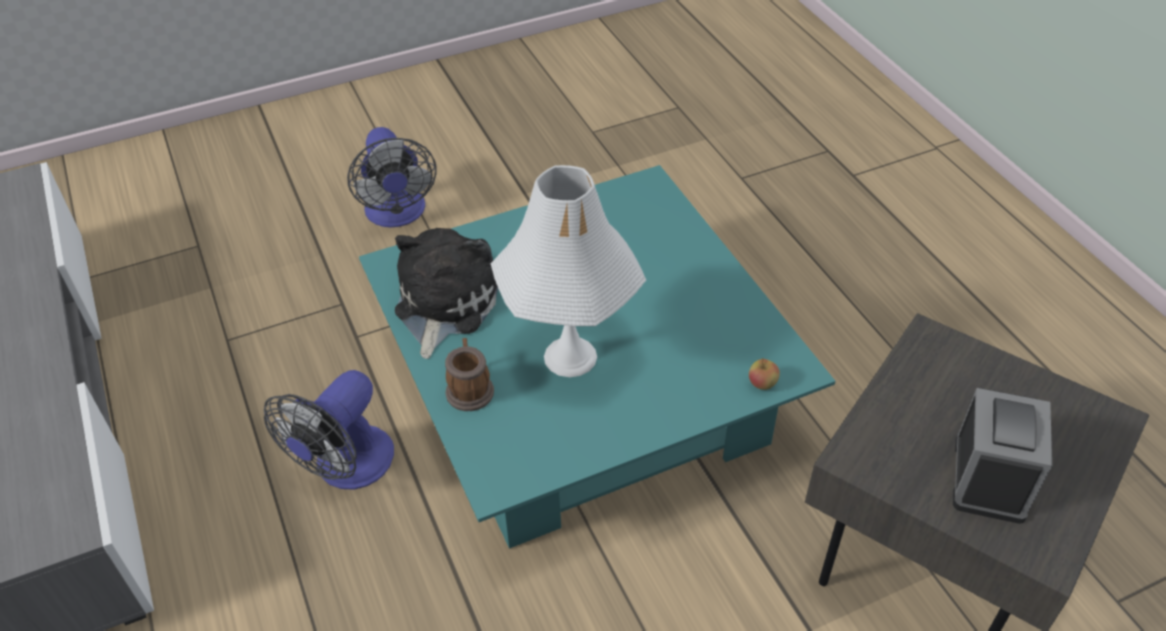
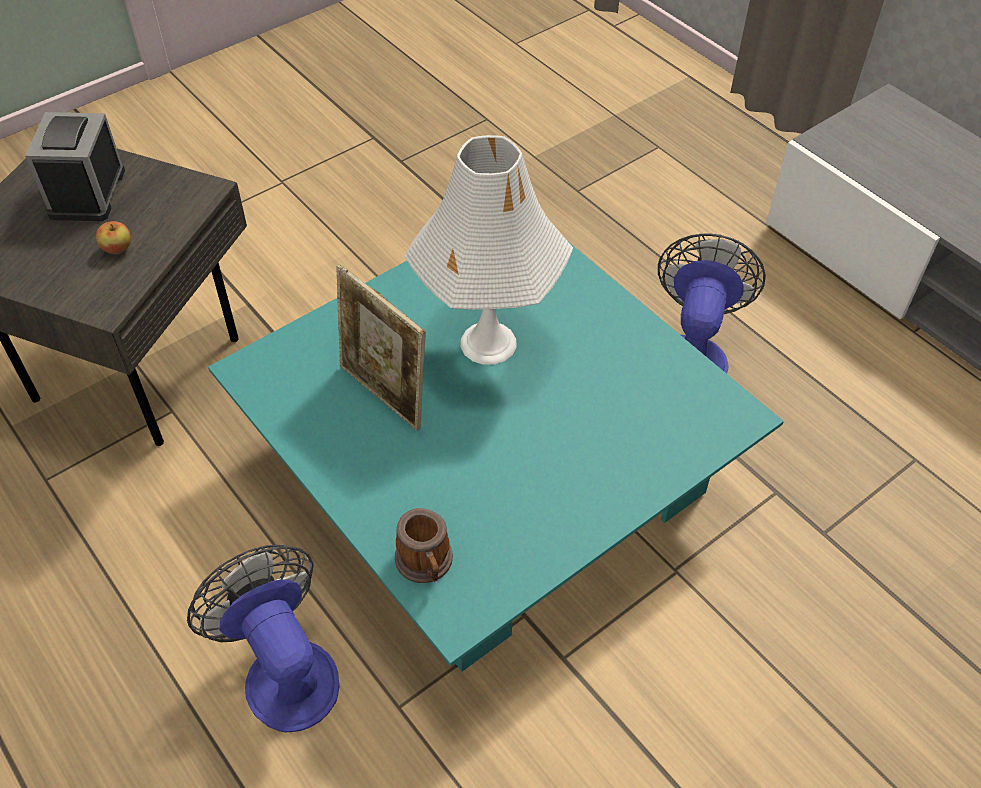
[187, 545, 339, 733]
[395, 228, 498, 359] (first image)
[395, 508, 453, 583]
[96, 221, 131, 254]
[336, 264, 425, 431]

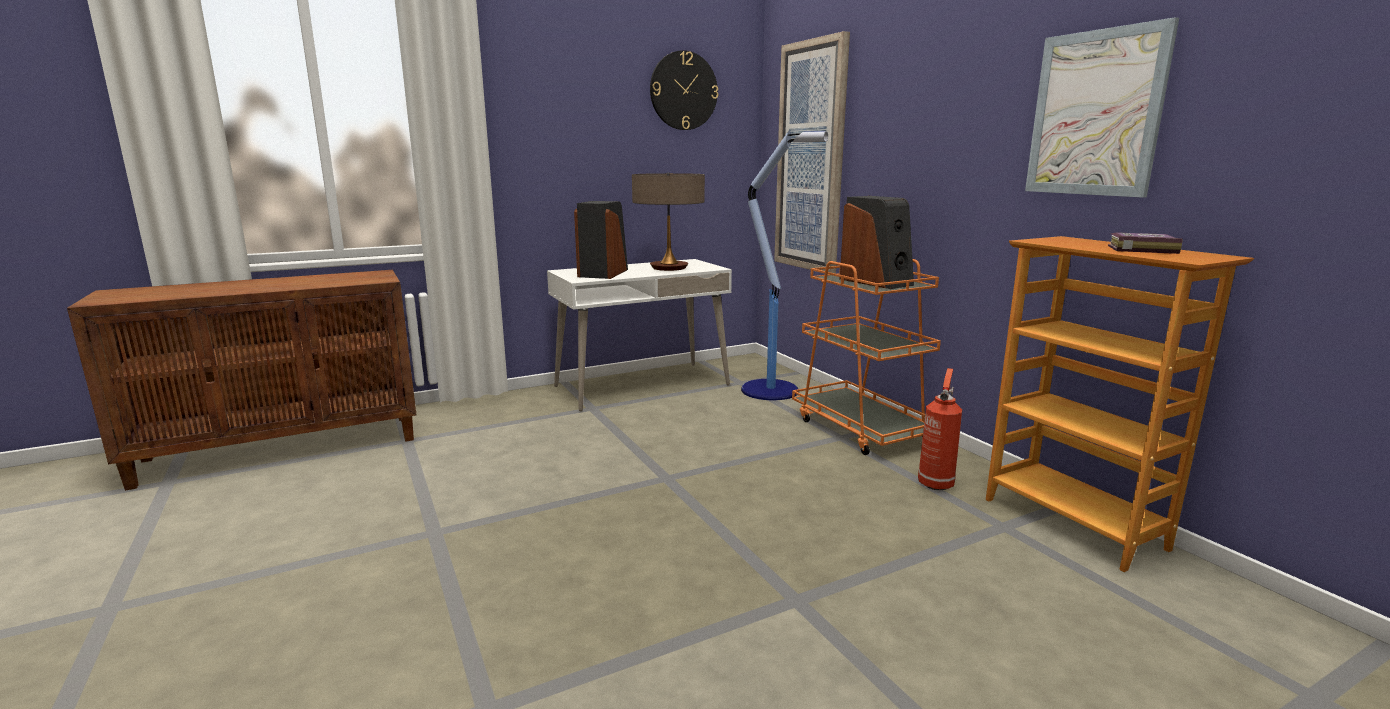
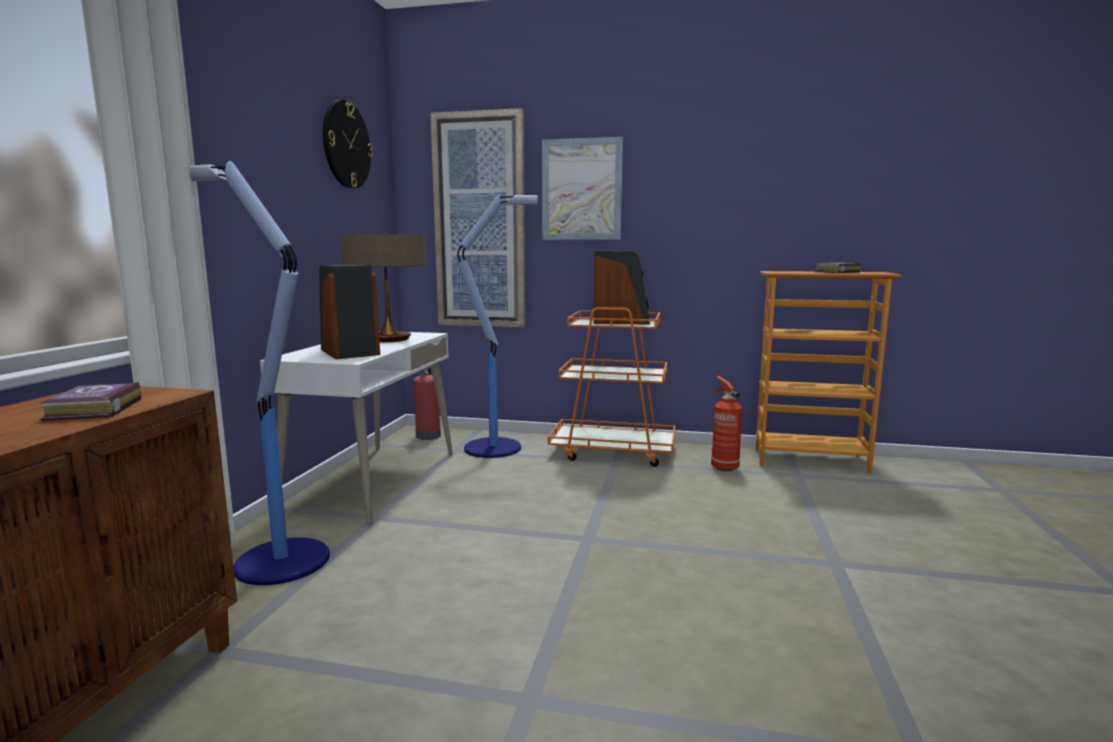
[542, 137, 623, 240]
[190, 161, 330, 585]
[414, 367, 441, 440]
[39, 382, 141, 421]

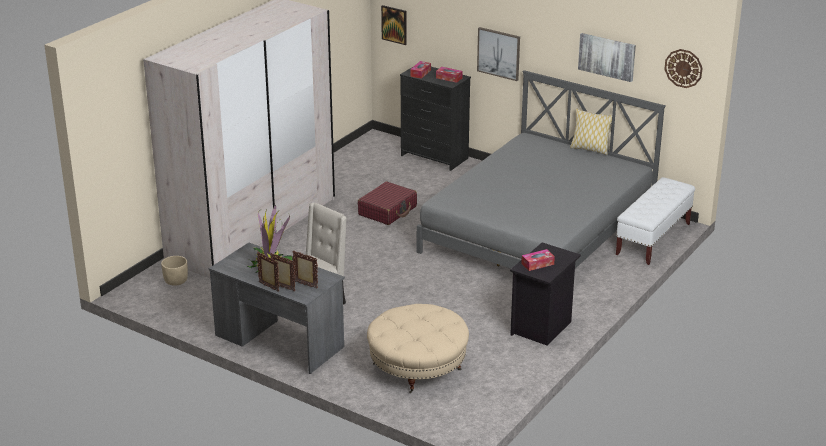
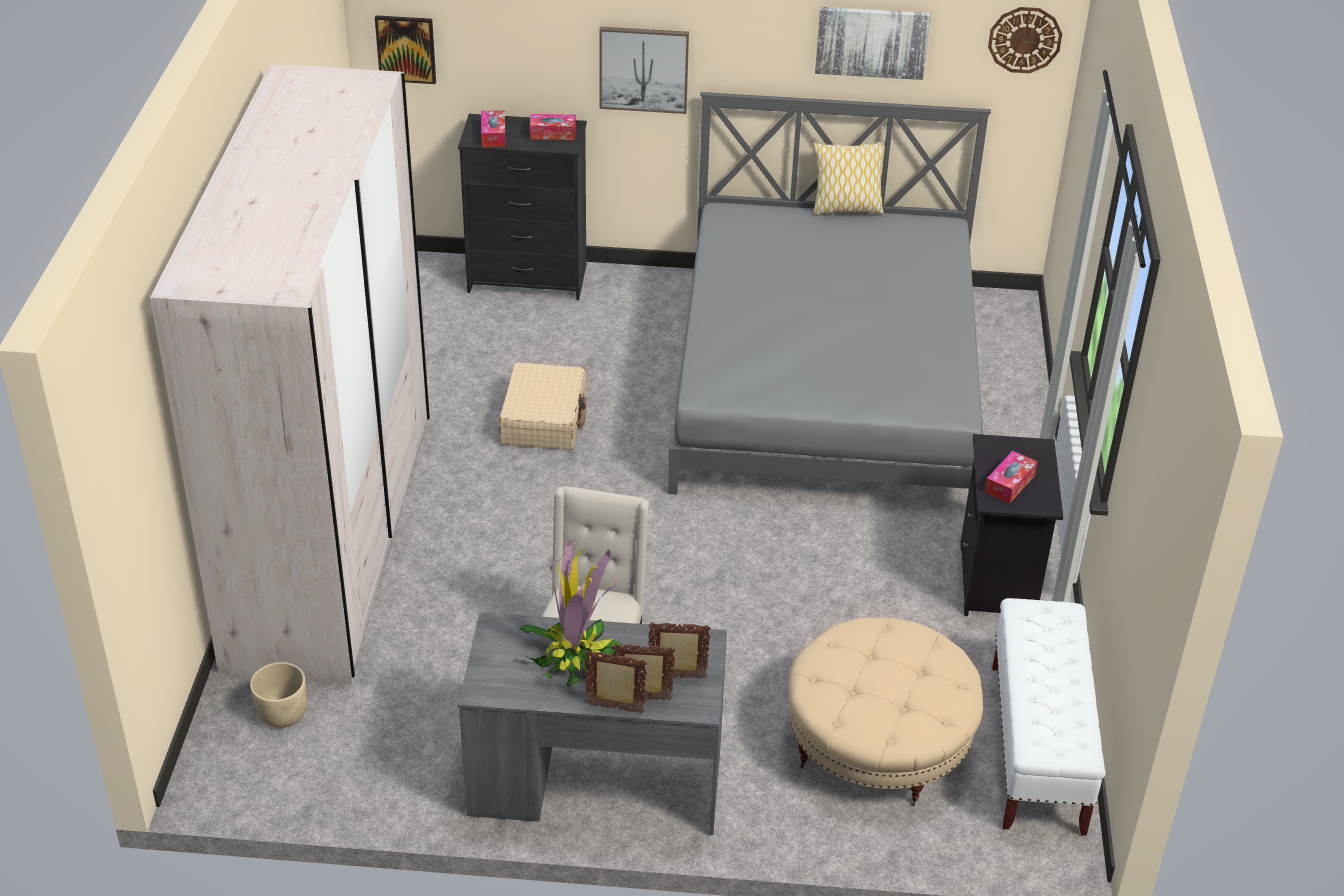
[992, 598, 1106, 836]
[499, 362, 587, 450]

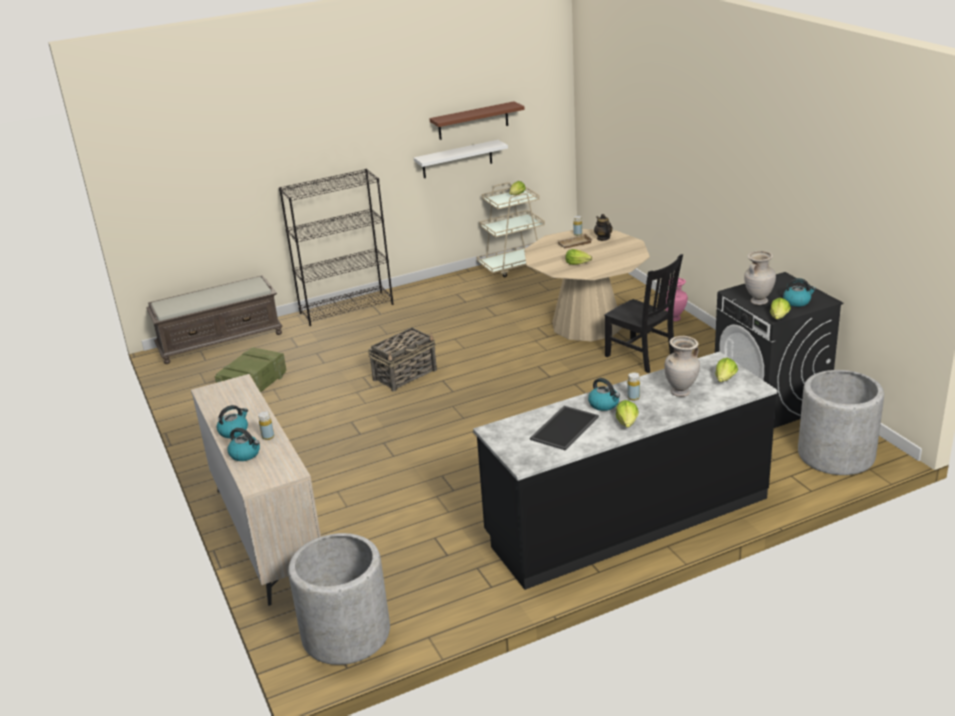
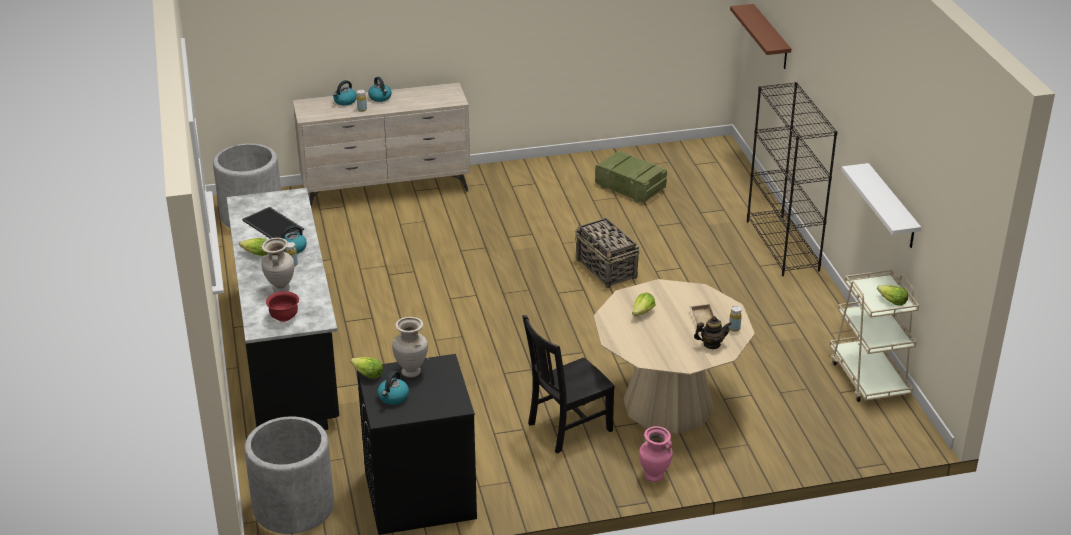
[730, 4, 791, 69]
[146, 275, 283, 364] (first image)
[266, 291, 299, 322]

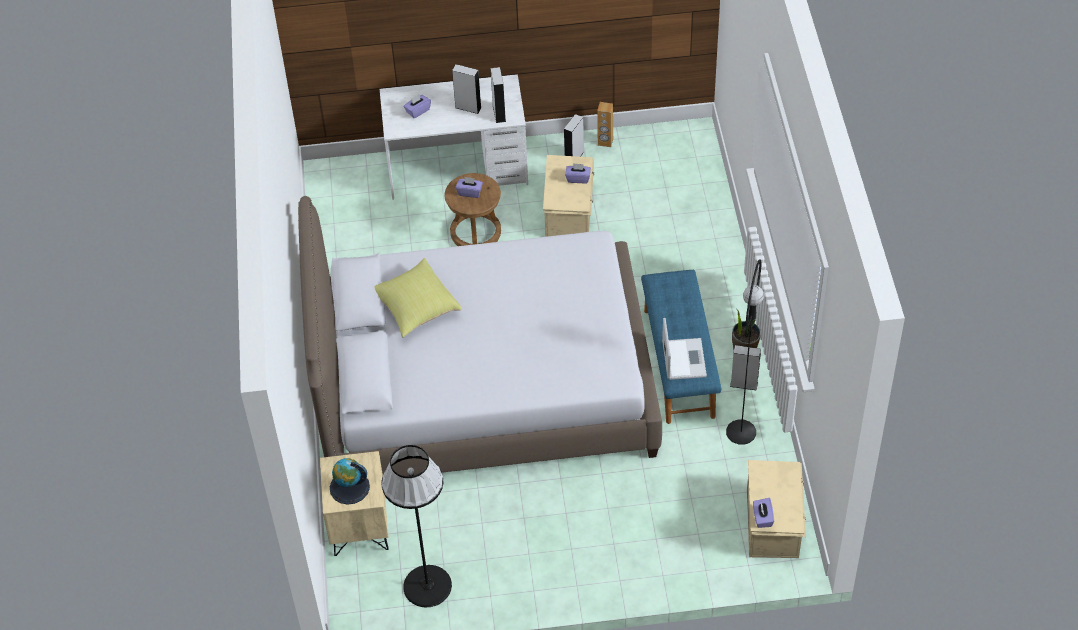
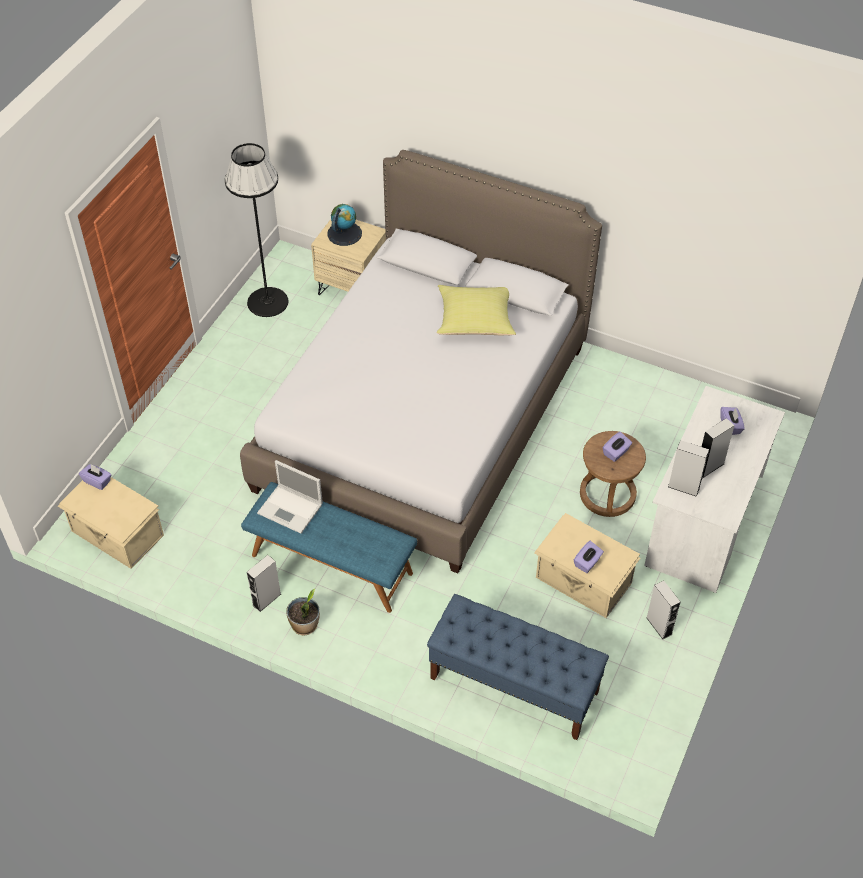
[597, 102, 613, 147] (first image)
[726, 259, 764, 445] (first image)
[427, 594, 609, 740]

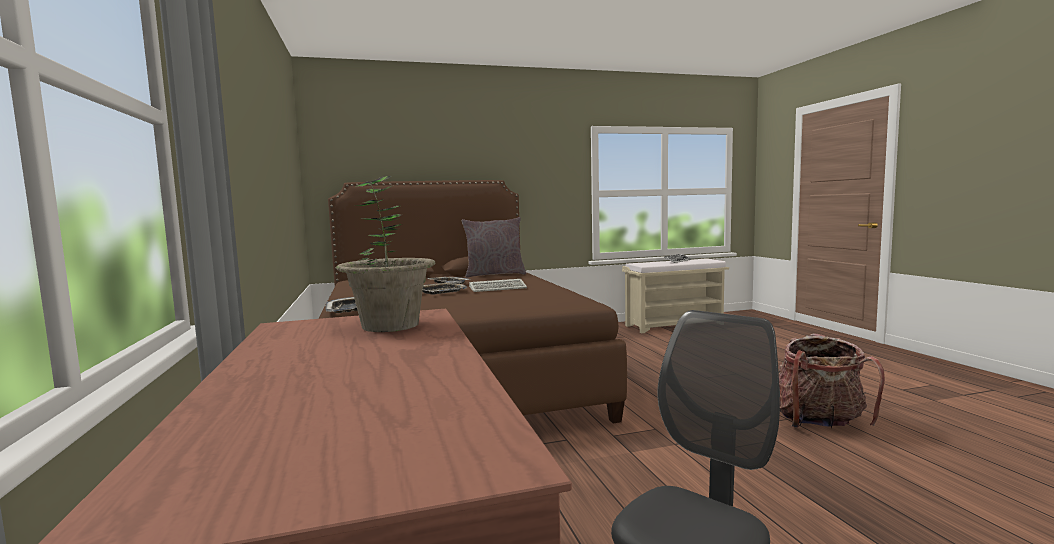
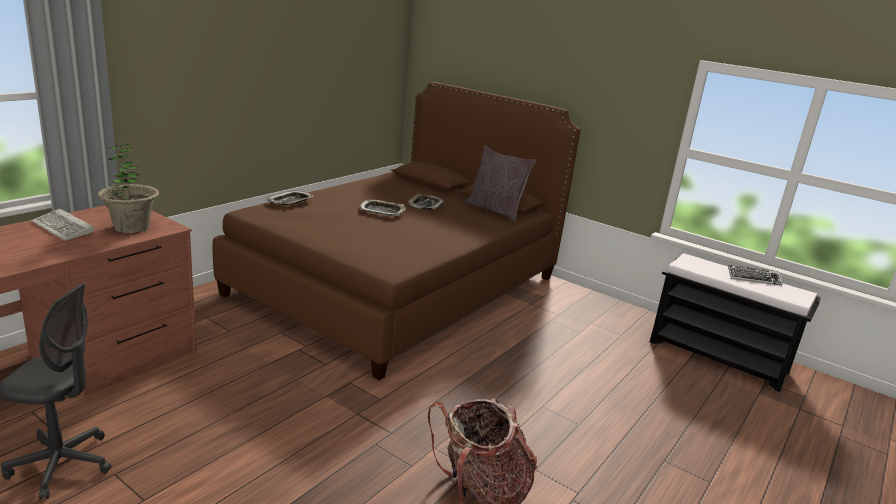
[650, 253, 821, 392]
[31, 208, 94, 241]

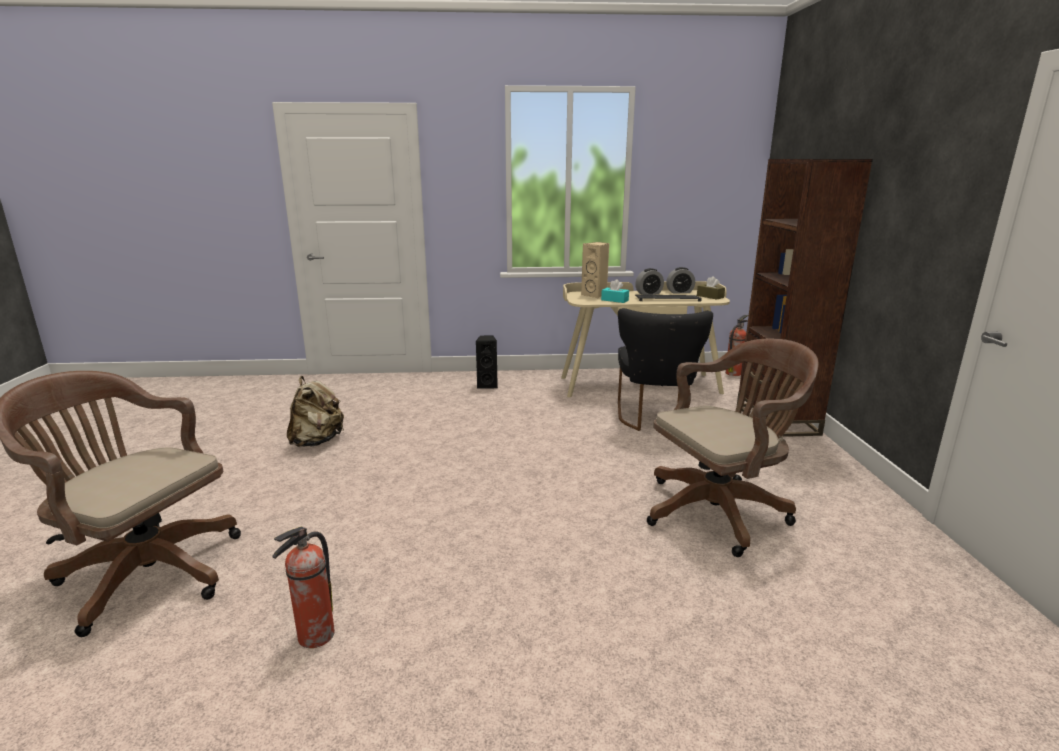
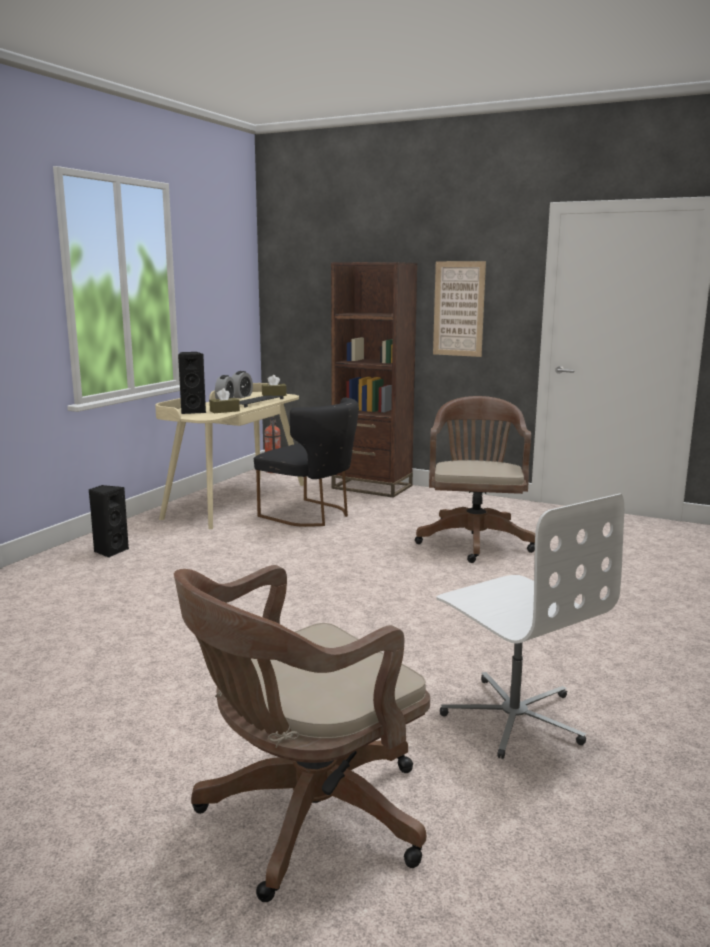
[178, 352, 206, 414]
[209, 388, 240, 413]
[287, 376, 344, 447] (first image)
[436, 493, 624, 759]
[433, 261, 486, 357]

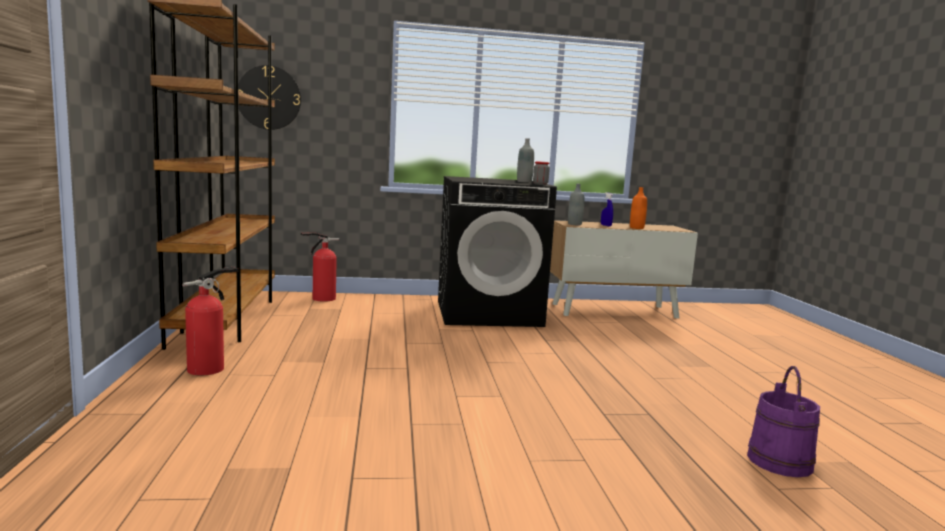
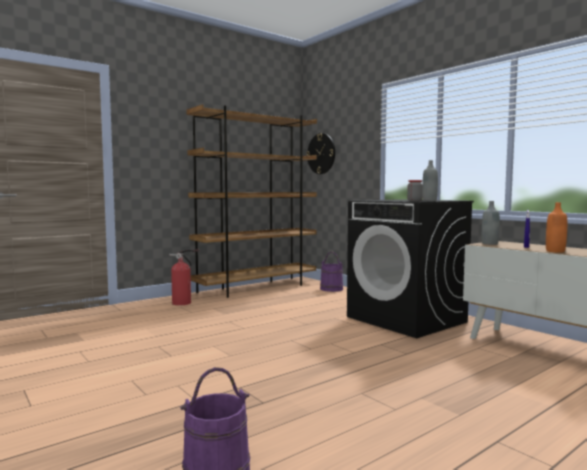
[320, 252, 343, 292]

